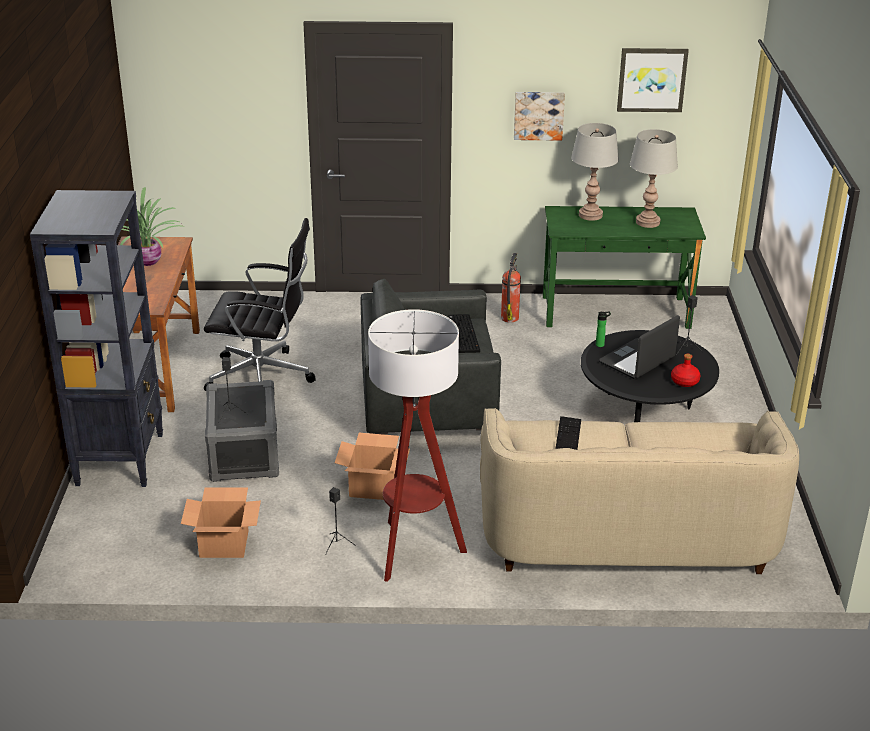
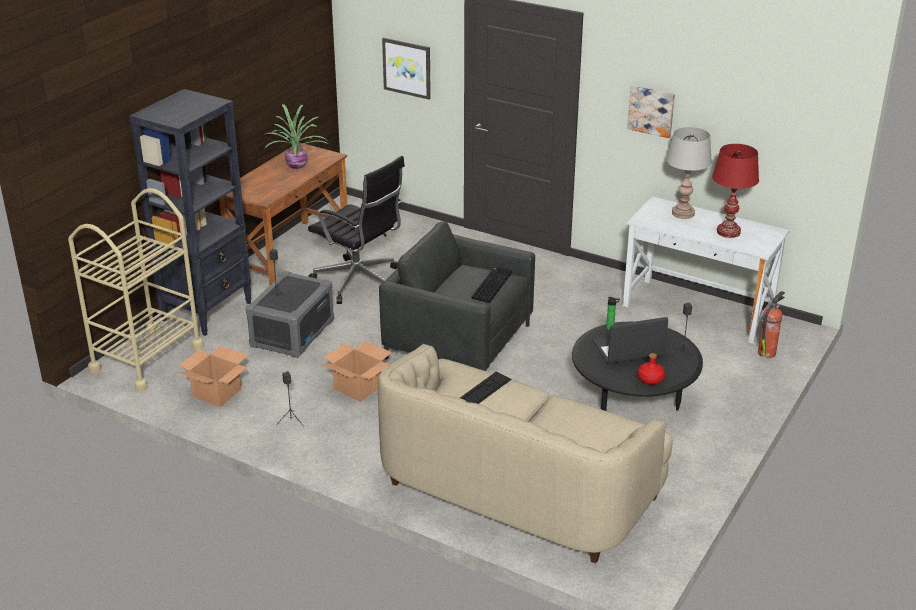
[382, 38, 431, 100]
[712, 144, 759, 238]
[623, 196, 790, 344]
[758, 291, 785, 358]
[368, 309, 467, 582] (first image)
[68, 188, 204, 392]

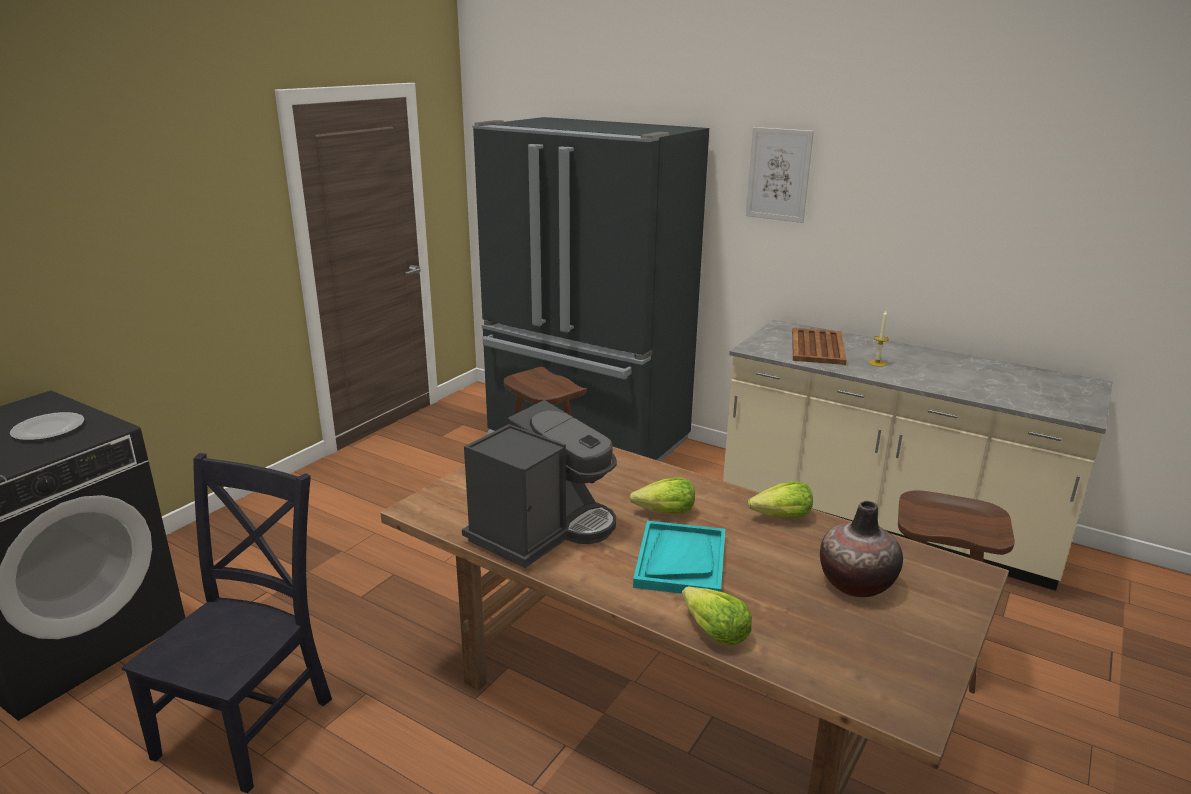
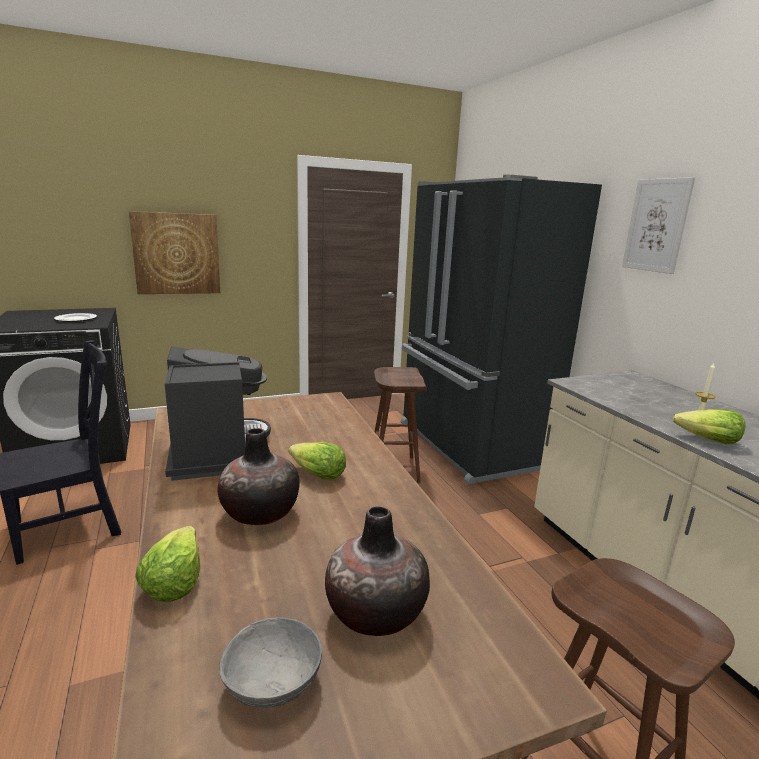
[792, 328, 846, 365] (first image)
[165, 346, 271, 481]
[673, 409, 745, 444]
[218, 428, 300, 525]
[129, 211, 220, 294]
[219, 617, 322, 708]

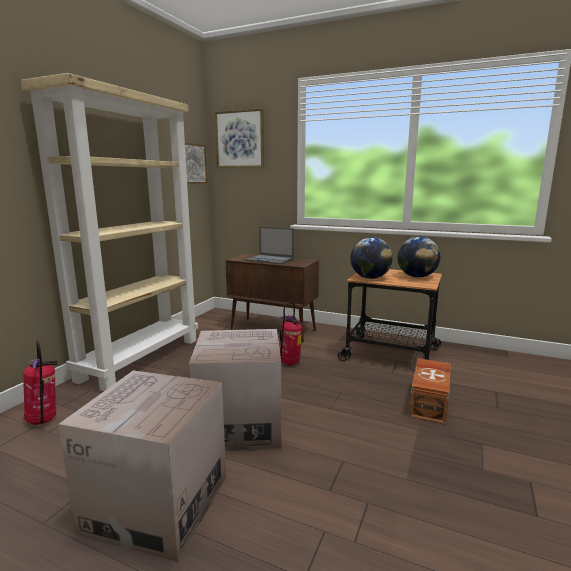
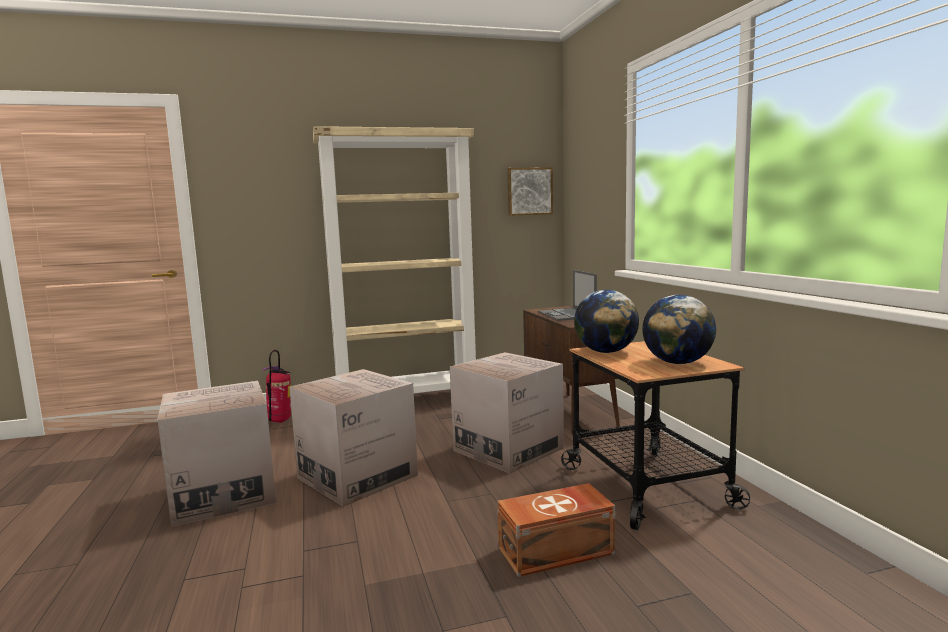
[214, 108, 264, 168] (first image)
[450, 352, 564, 473]

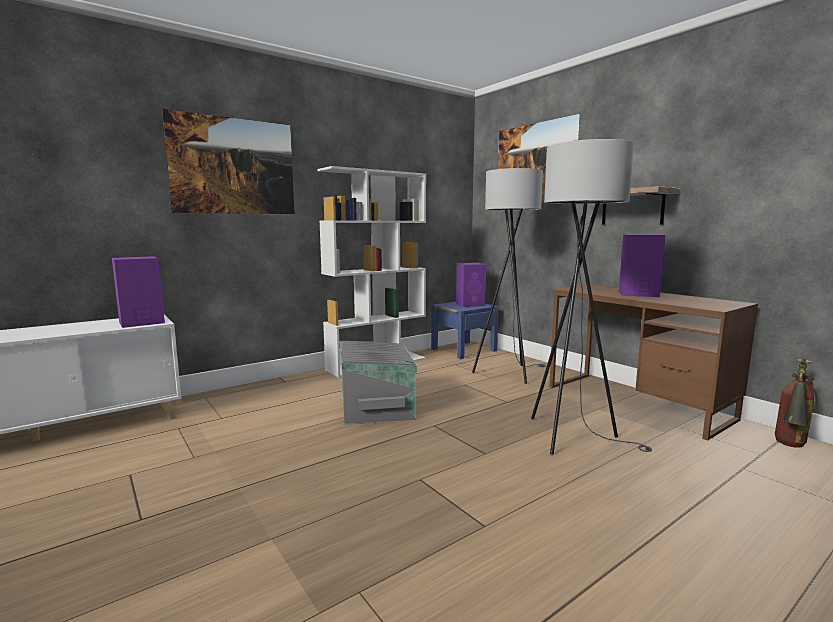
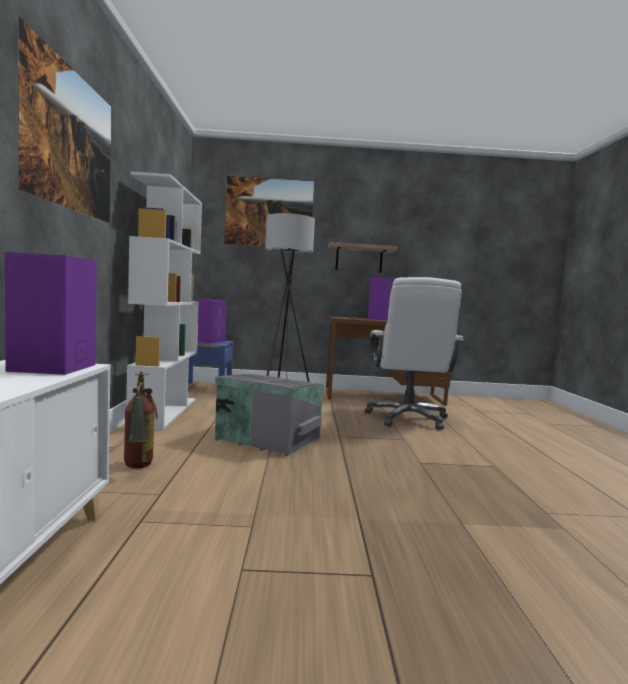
[365, 277, 464, 430]
[124, 372, 158, 468]

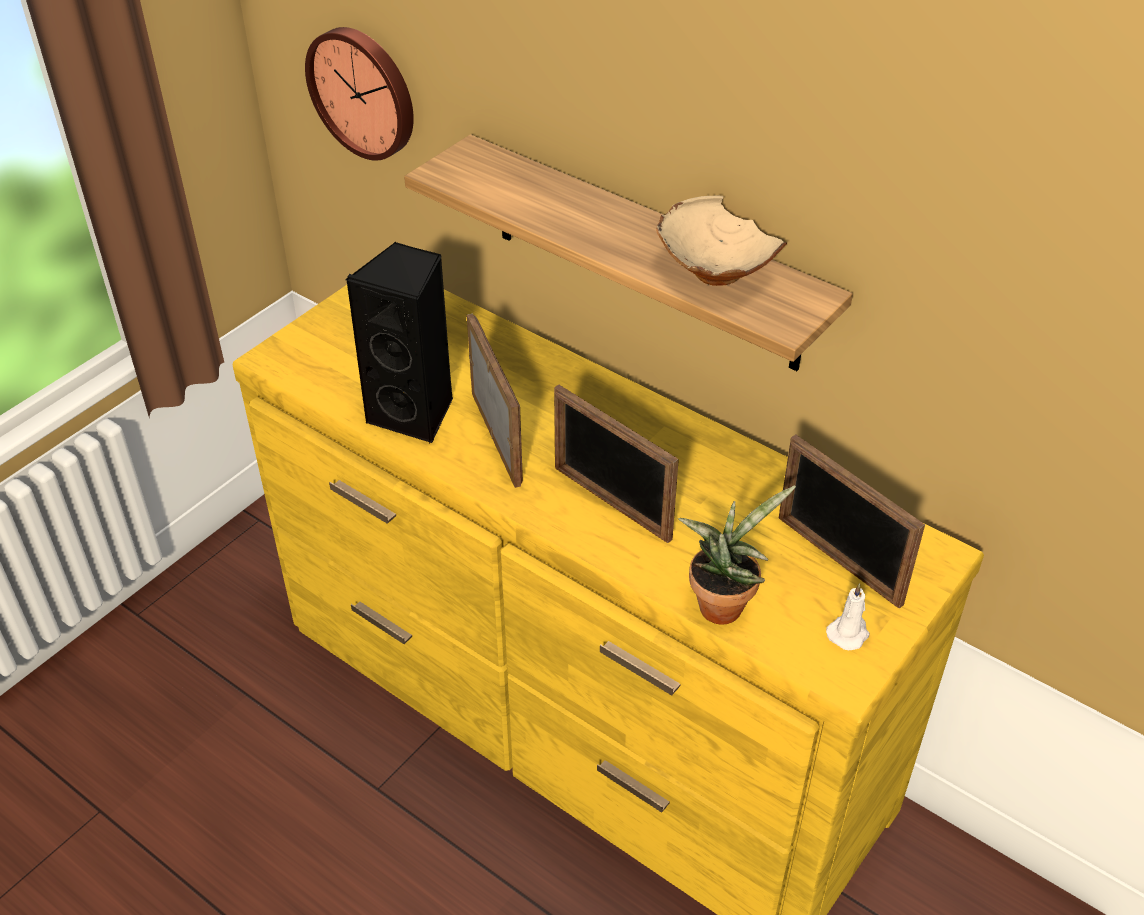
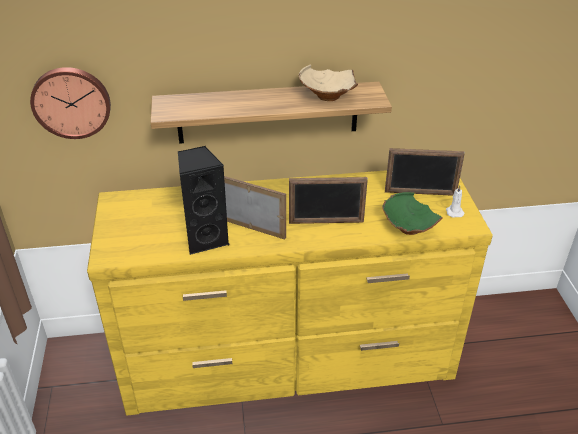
[382, 192, 443, 235]

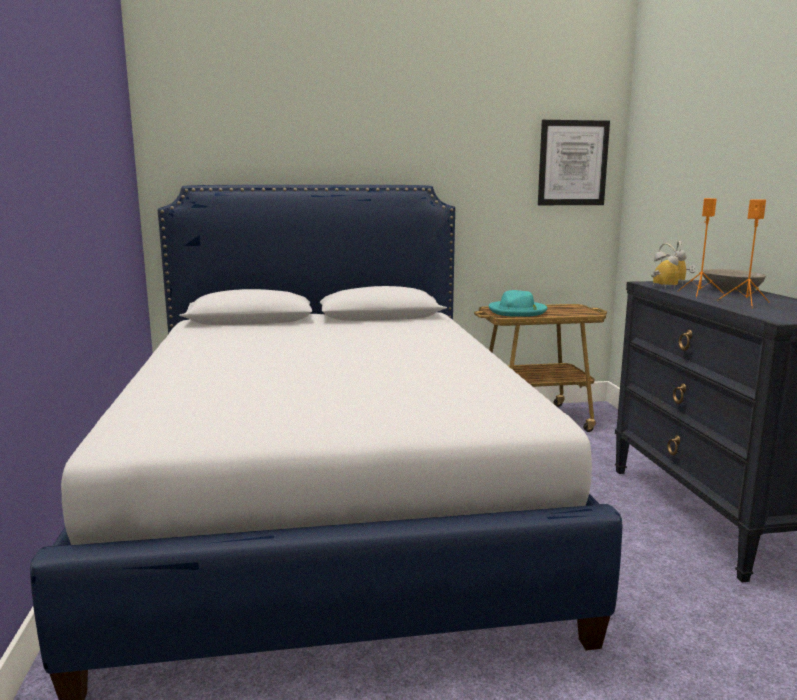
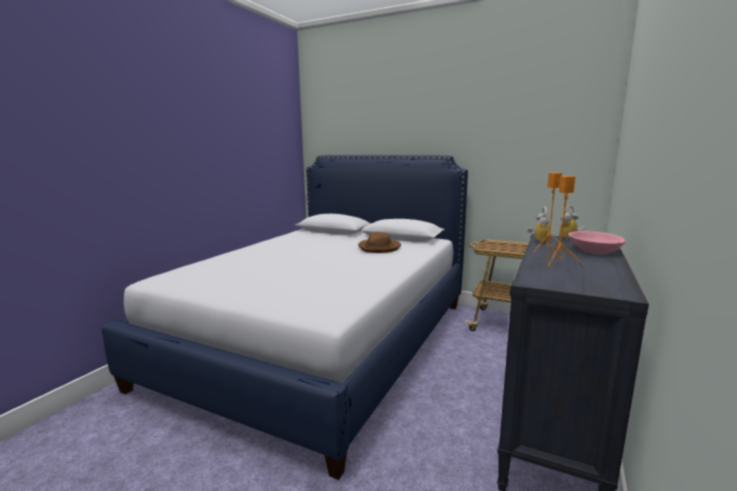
[538, 120, 610, 205] (first image)
[568, 231, 625, 254]
[489, 290, 547, 317] (first image)
[358, 232, 401, 253]

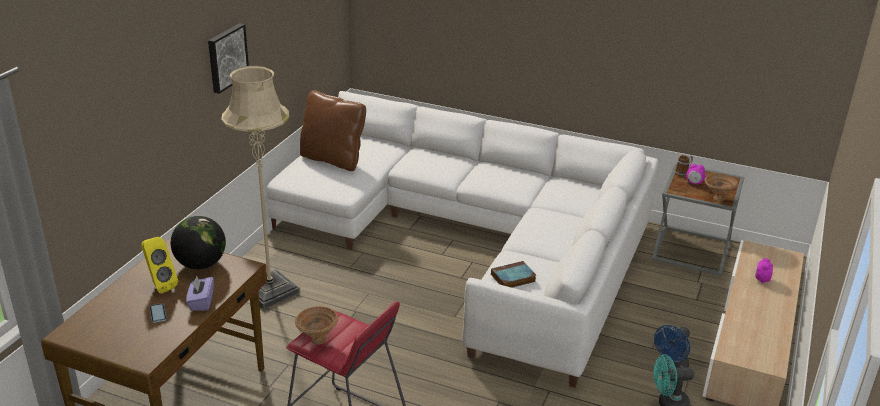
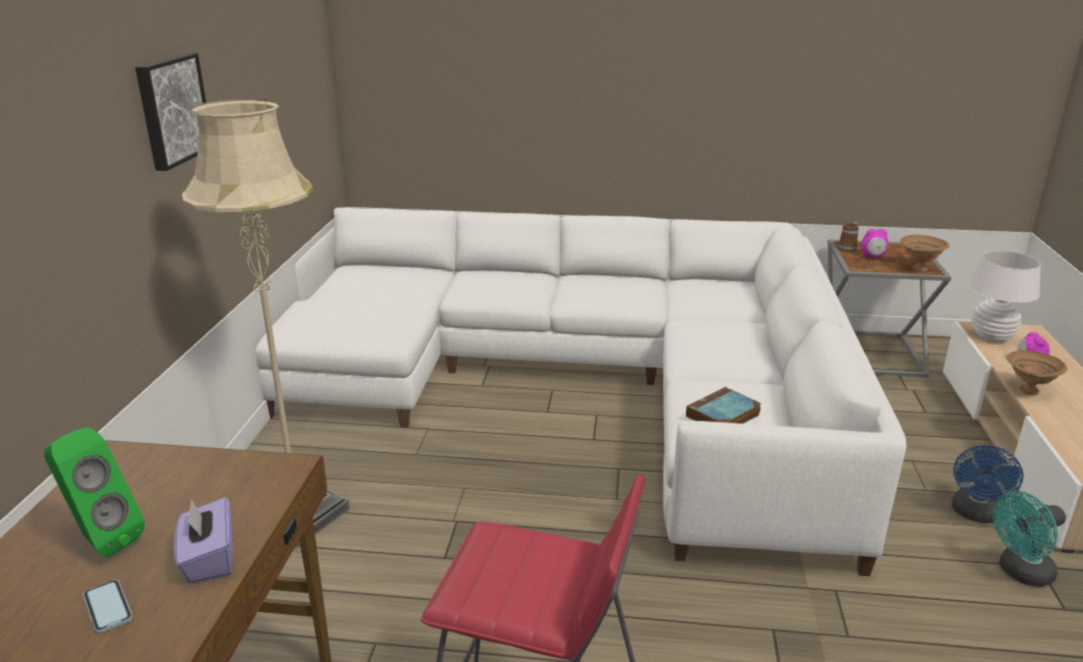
[300, 90, 366, 171] (first image)
[171, 216, 226, 269] (first image)
[44, 427, 145, 557]
[1007, 350, 1067, 395]
[969, 251, 1041, 342]

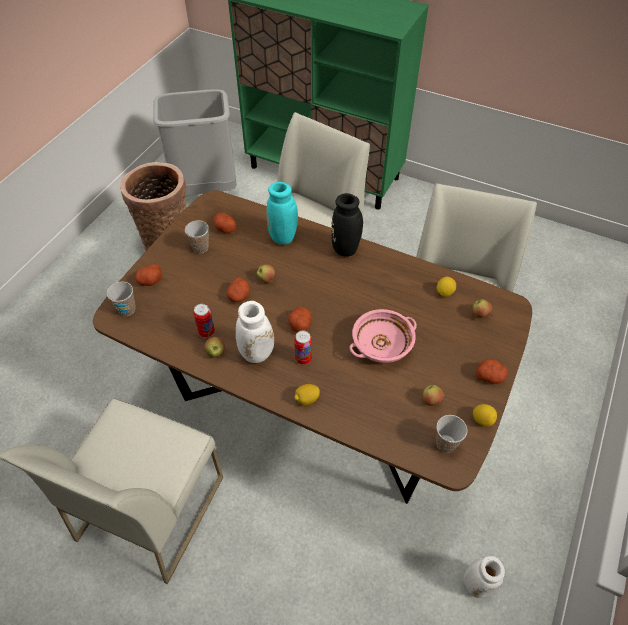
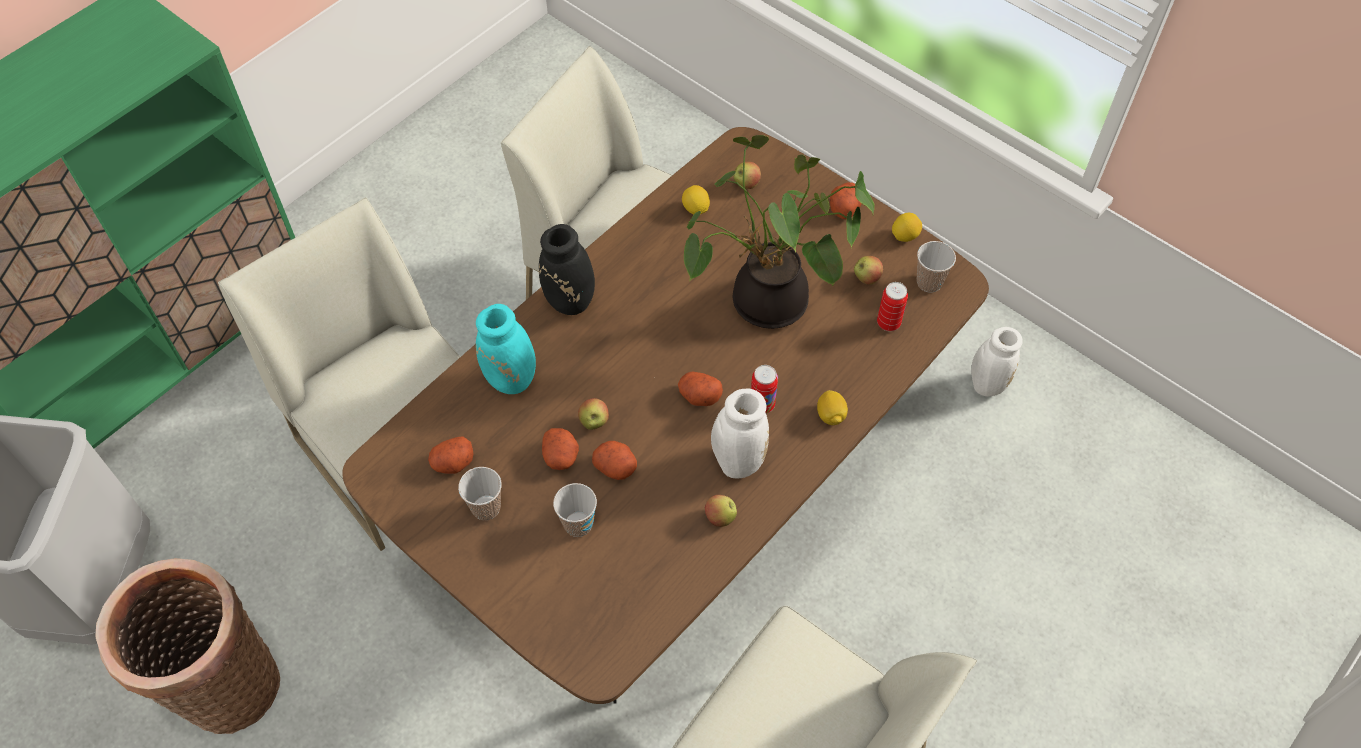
[542, 428, 579, 470]
[553, 483, 597, 537]
[877, 282, 908, 331]
[684, 135, 875, 329]

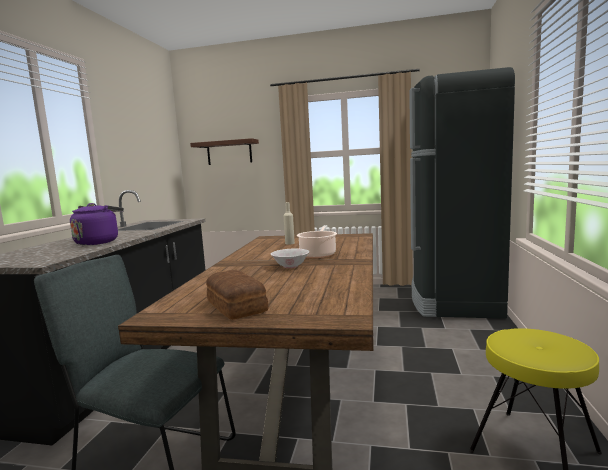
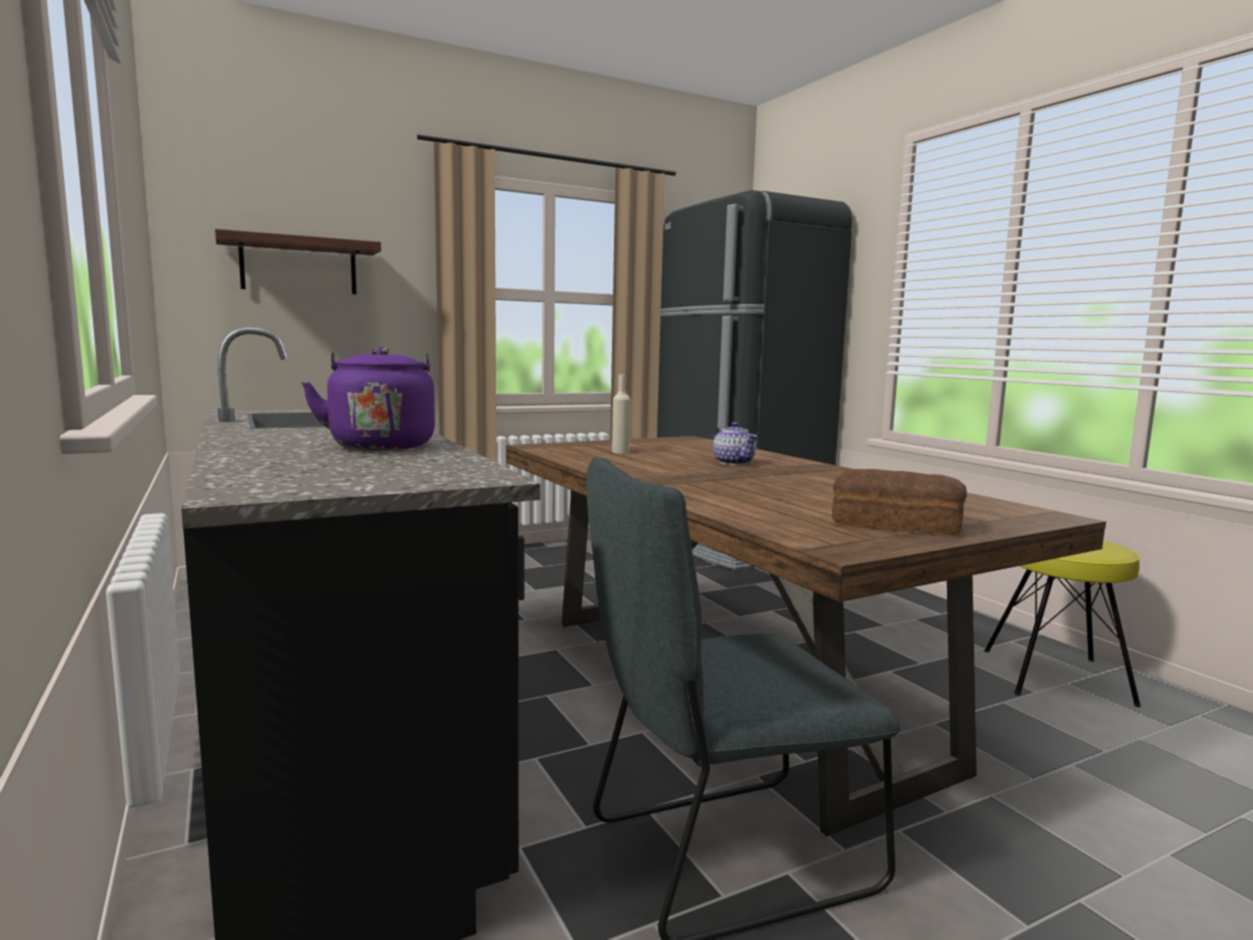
[713, 422, 757, 465]
[271, 248, 309, 268] (first image)

